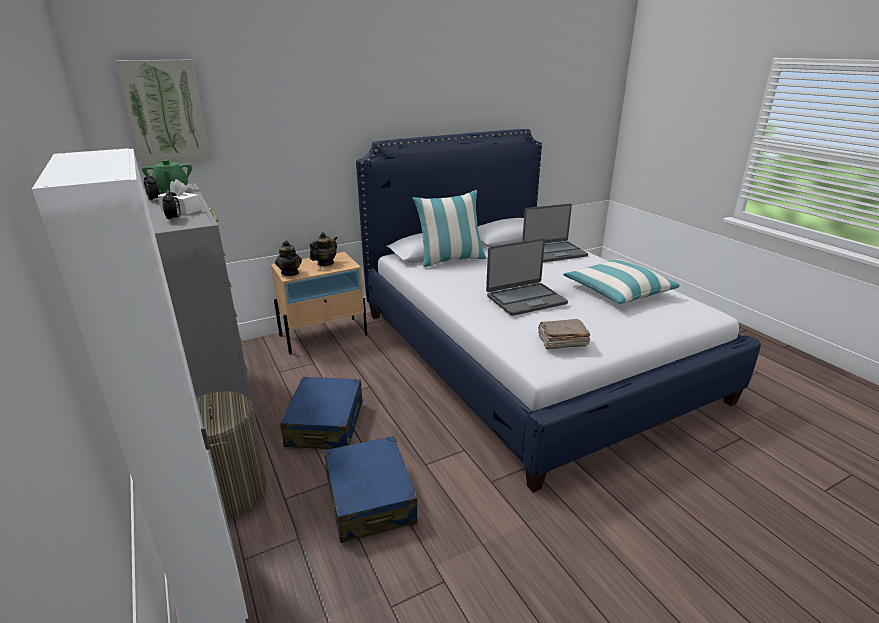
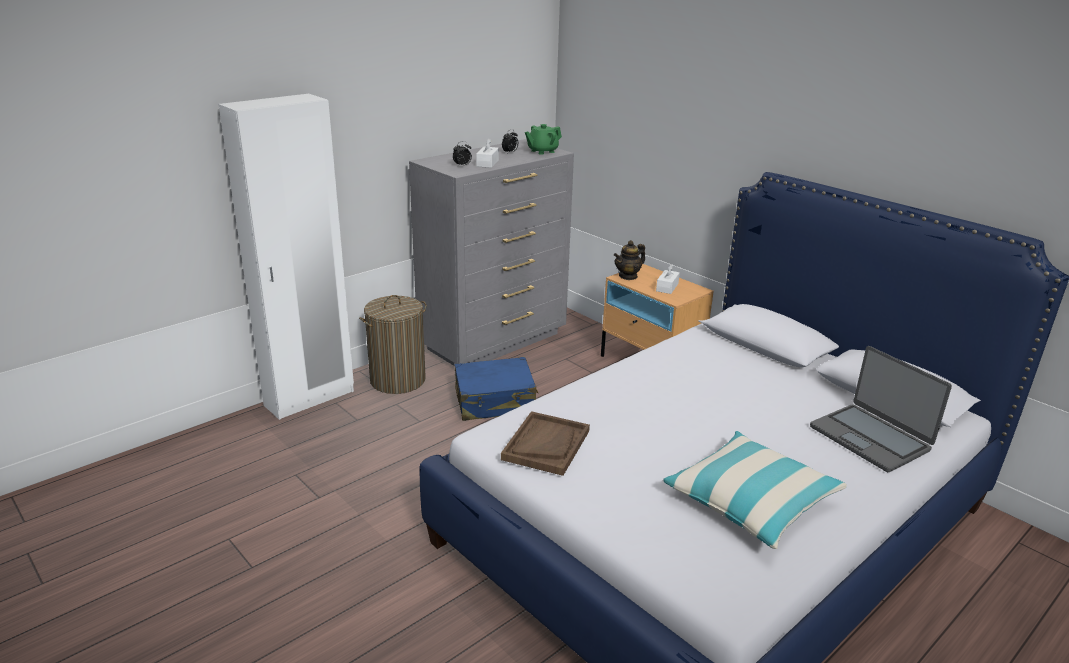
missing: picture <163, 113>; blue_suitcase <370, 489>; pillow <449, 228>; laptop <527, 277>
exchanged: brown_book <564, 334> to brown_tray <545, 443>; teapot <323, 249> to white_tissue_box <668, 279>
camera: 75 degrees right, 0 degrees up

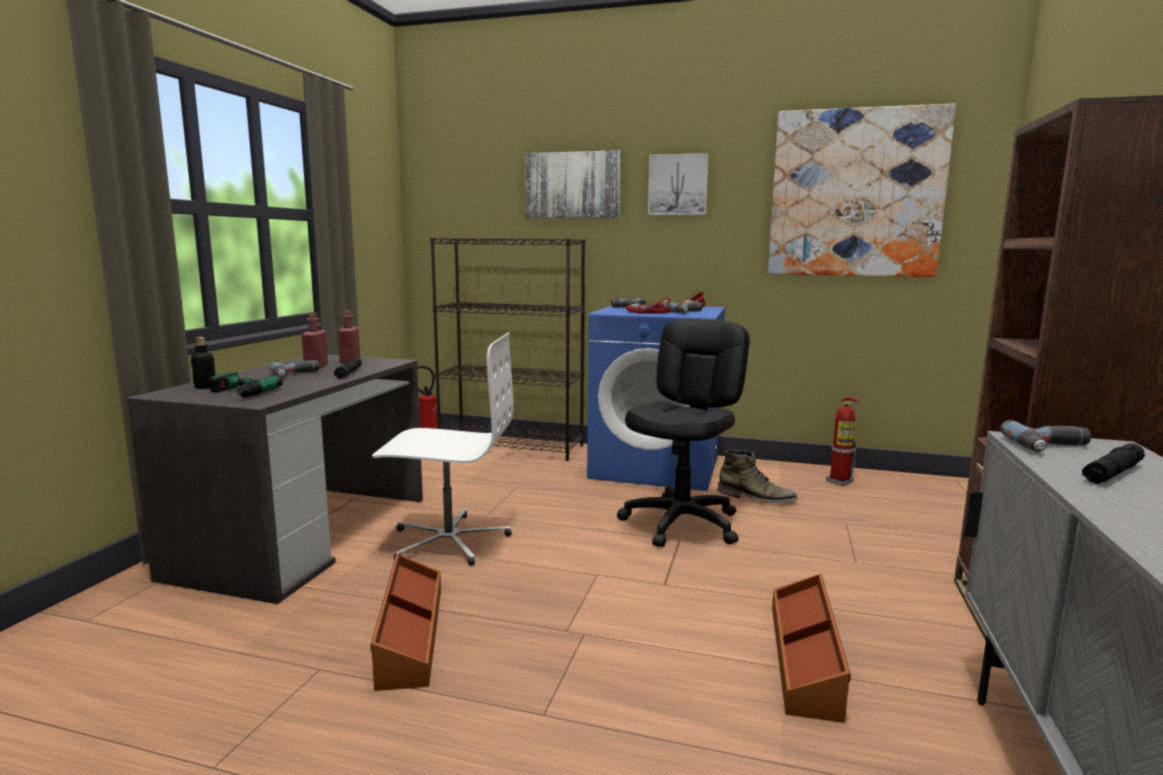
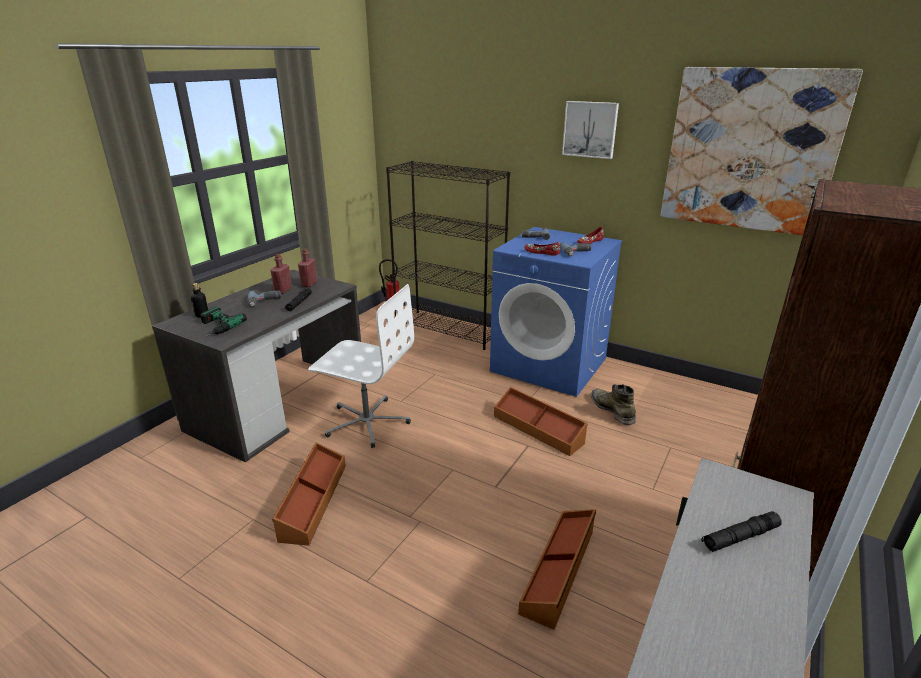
missing: picture <573, 184>; fire_extinguisher <843, 441>; power_drill <1045, 436>
exchanged: black_office_chair <683, 433> to brown_storage_box <541, 421>
spun: green_boot <757, 476> = <613, 404> 150 degrees counterclockwise
camera: 15 degrees right, 15 degrees up

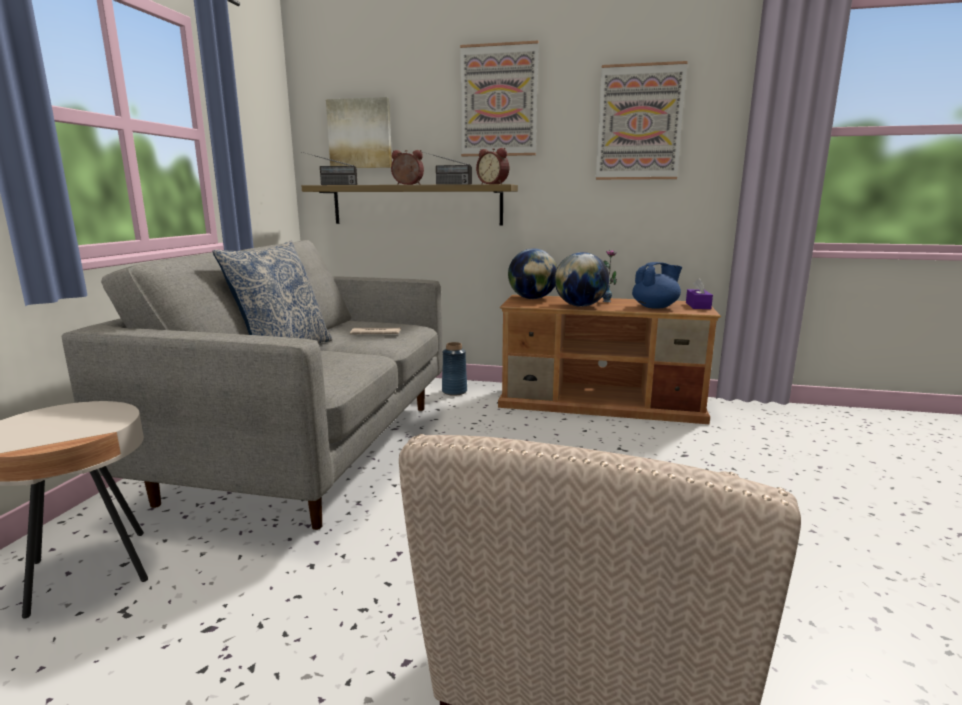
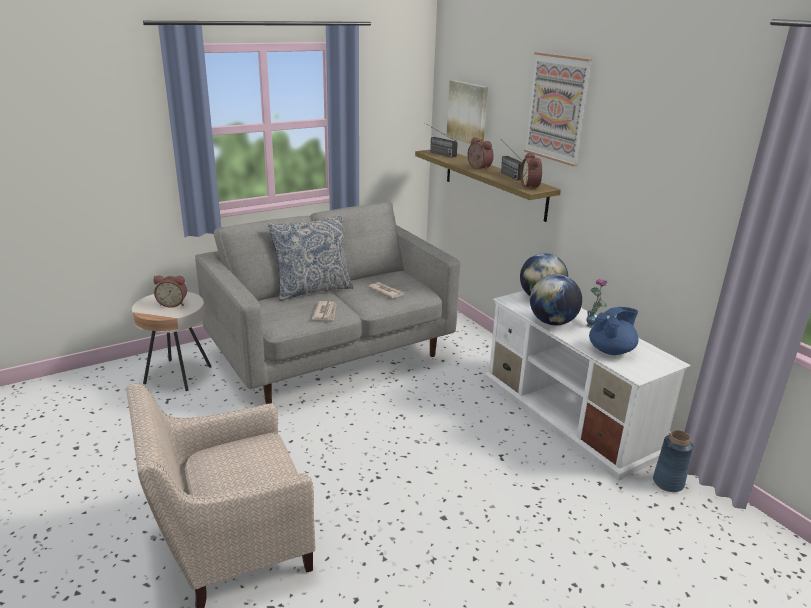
missing: picture <642, 120>; purple_tissue_box <699, 293>
appeared: alarm_clock <170, 292>; newspaper <324, 311>
relocated: blue_vase <454, 369> to <673, 461>
colour: brown_tv_stand <609, 359> to white_tv_stand <587, 386>
spun: blue_teapot <657, 285> = <614, 331> 60 degrees counterclockwise
camera: 45 degrees right, 10 degrees up

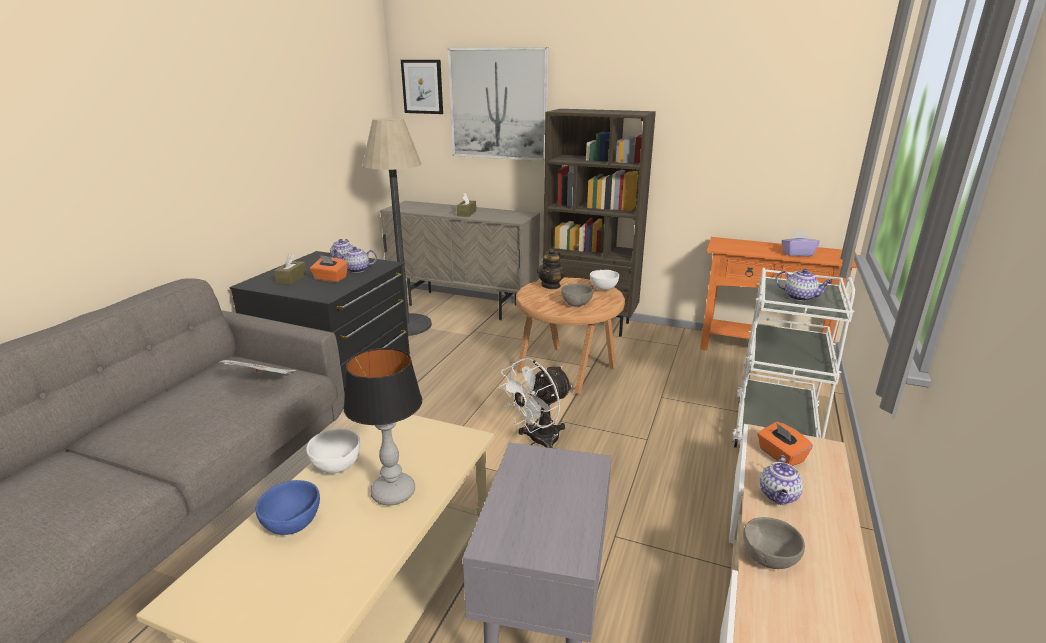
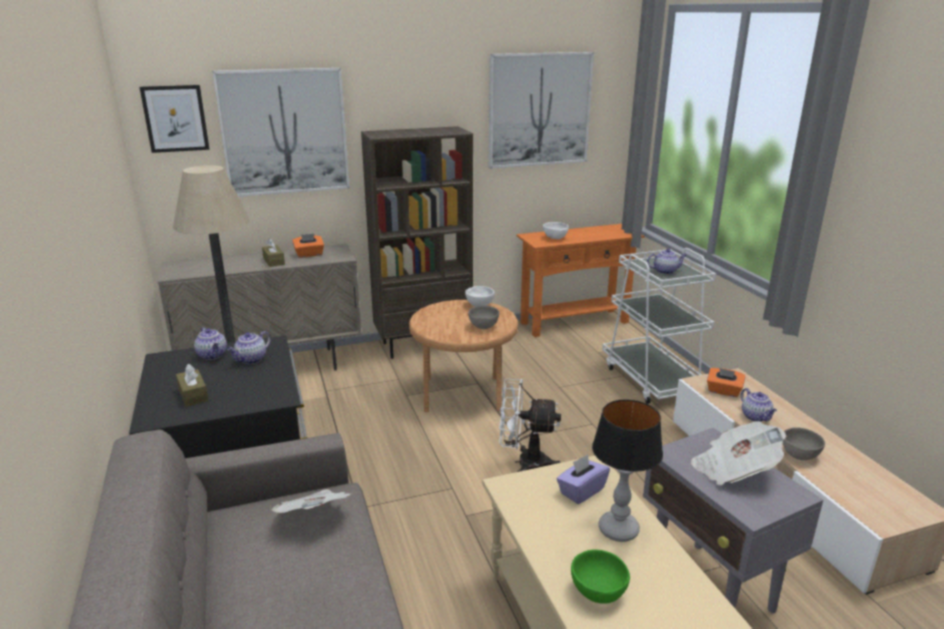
missing: teapot <551, 268>
appeared: picture <541, 110>; newspaper <739, 453>
relocated: orange_tissue_box <329, 268> to <308, 246>; white_bowl <333, 451> to <556, 230>; purple_tissue_box <801, 243> to <583, 479>
colour: blue_bowl <287, 507> to green_bowl <600, 576>
spun: white_fan <535, 403> = <530, 425> 90 degrees clockwise
camera: 40 degrees left, 0 degrees up

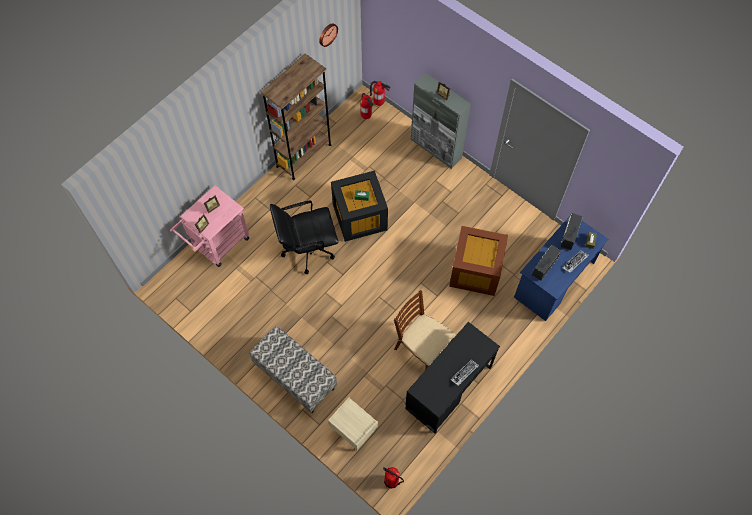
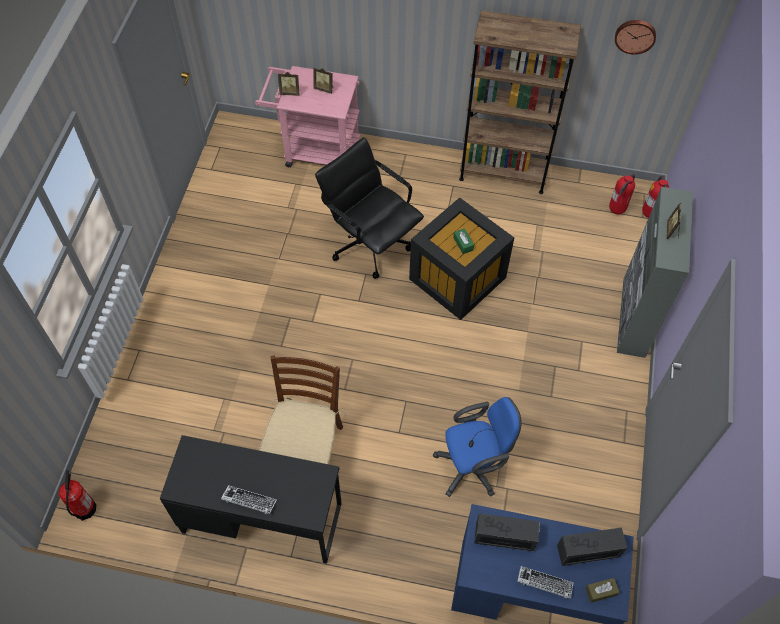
missing: bench <293, 369>; beige_nightstand <353, 424>
exchanged: brown_storage_box <478, 261> to blue_office_chair <477, 447>
camera: 60 degrees right, 5 degrees down

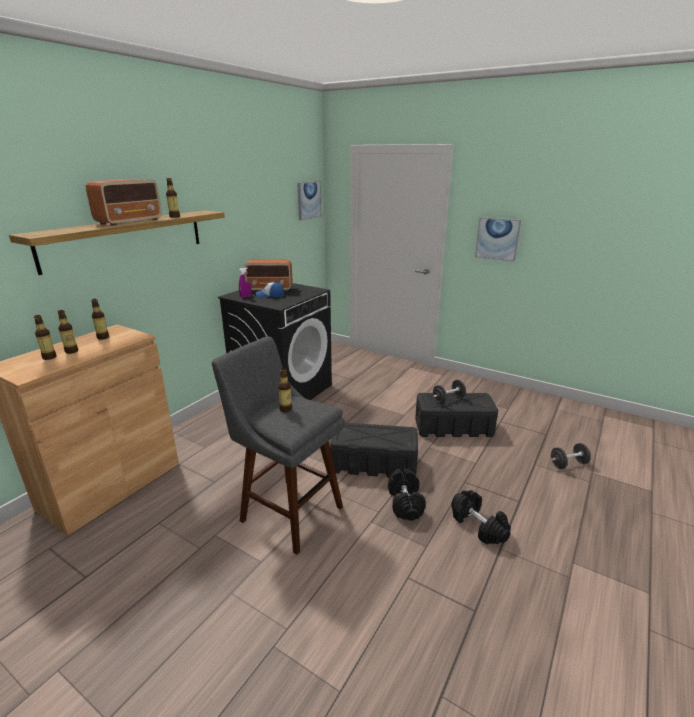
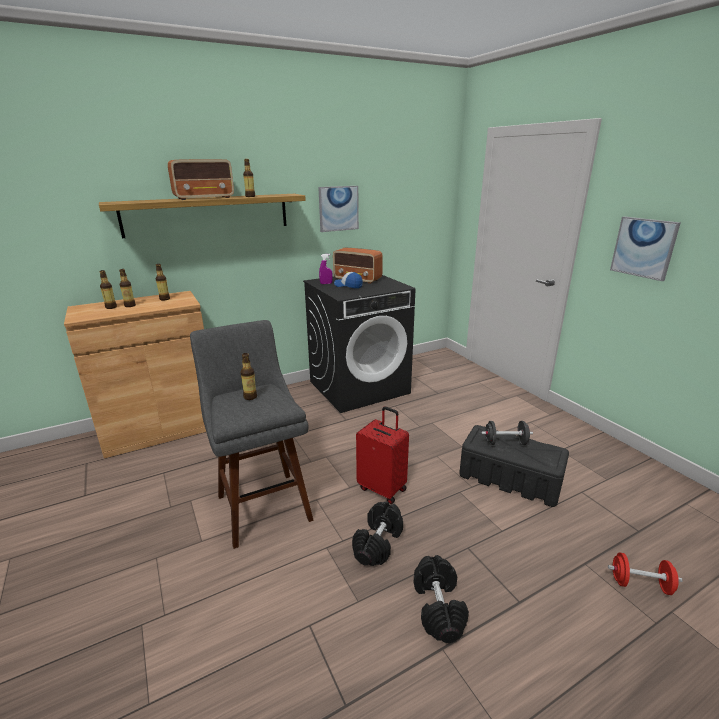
relocated: picture <309, 200> to <338, 209>
exchanged: black_storage_box <374, 450> to red_suitcase <382, 455>
colour: black_dumbbell <571, 456> to red_dumbbell <645, 574>
camera: 30 degrees right, 0 degrees up

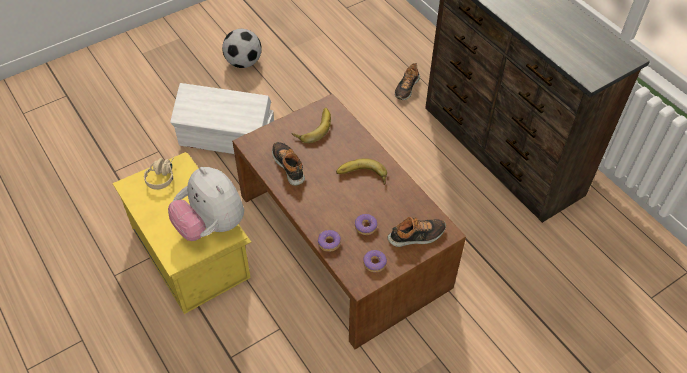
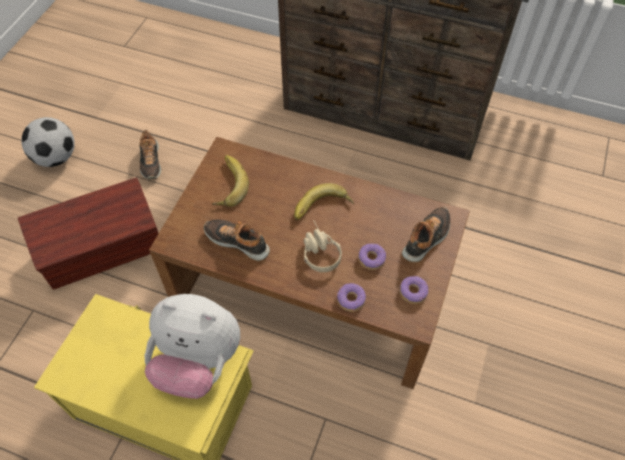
relocated: shoe <407, 81> to <150, 154>; beige_headphones <159, 172> to <323, 246>
colour: white_storage_box <222, 118> to brown_storage_box <88, 233>
camera: 35 degrees left, 5 degrees up

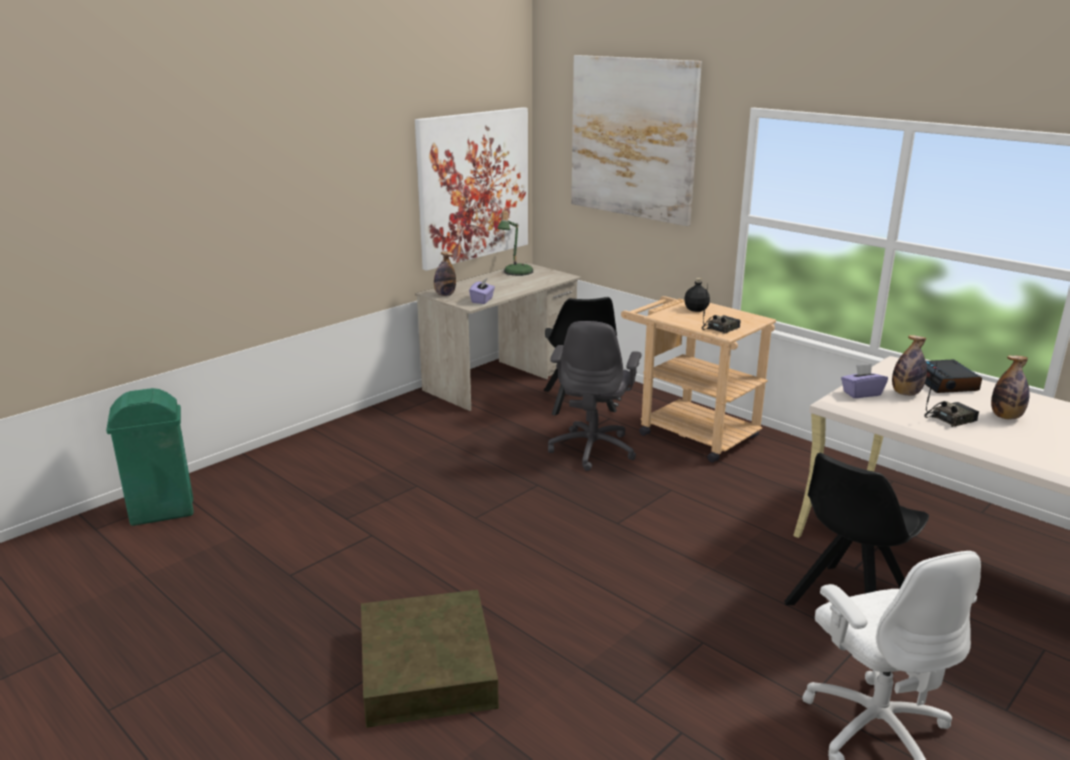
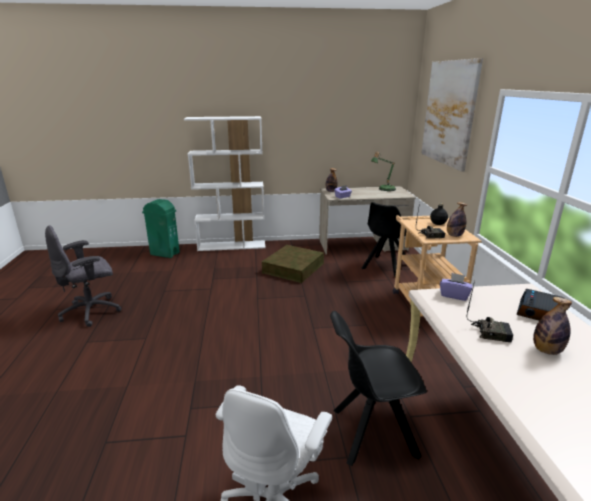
missing: picture <471, 189>
appeared: white_bookcase <225, 183>
relocated: grey_office_chair <595, 396> to <83, 276>; brown_storage_box <430, 659> to <293, 264>; bottle <909, 365> to <457, 219>
camera: 40 degrees right, 0 degrees up

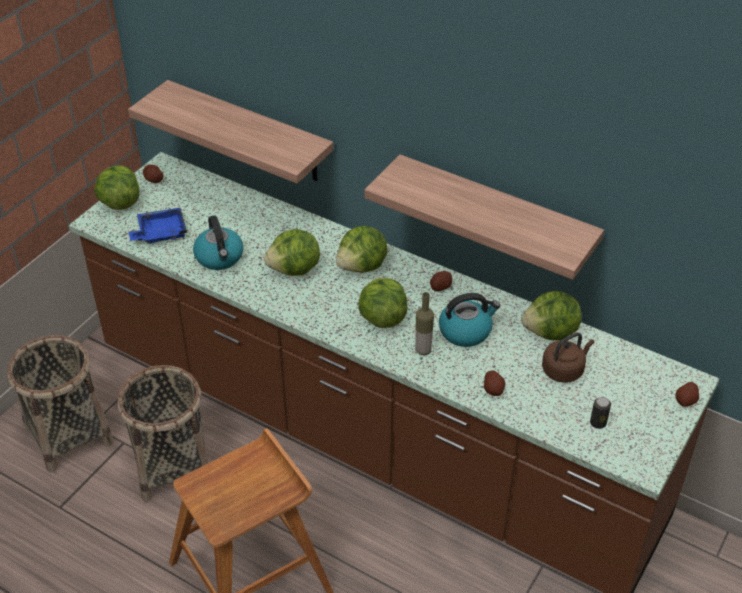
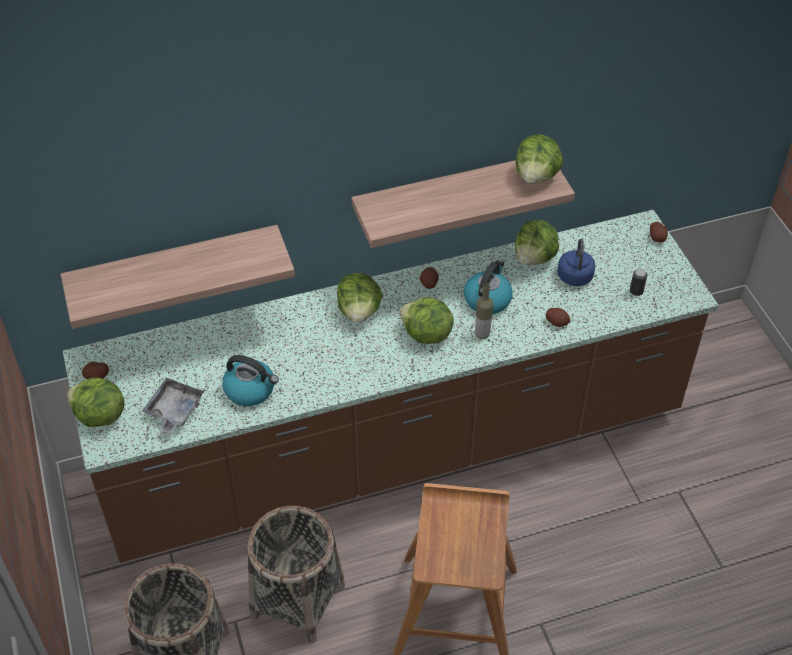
relocated: lettuce <292, 252> to <539, 159>
colour: blue_tray <158, 226> to grey_tray <173, 406>; brown_kettle <568, 357> to blue_kettle <576, 262>
camera: 50 degrees left, 5 degrees up

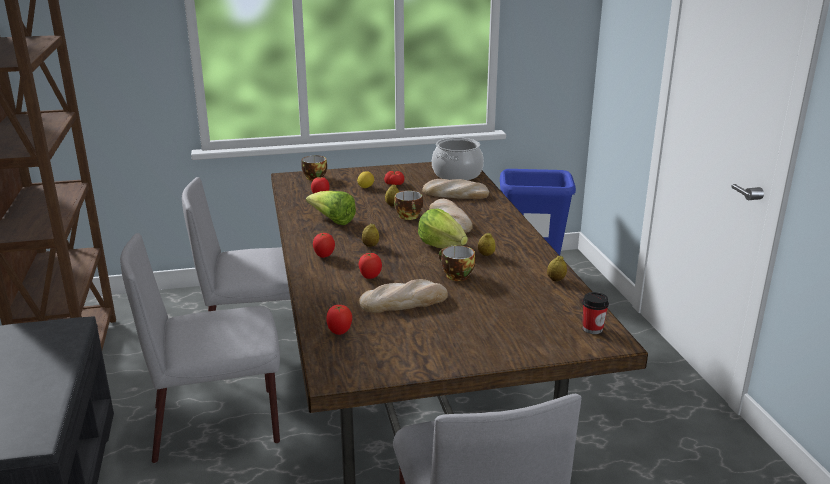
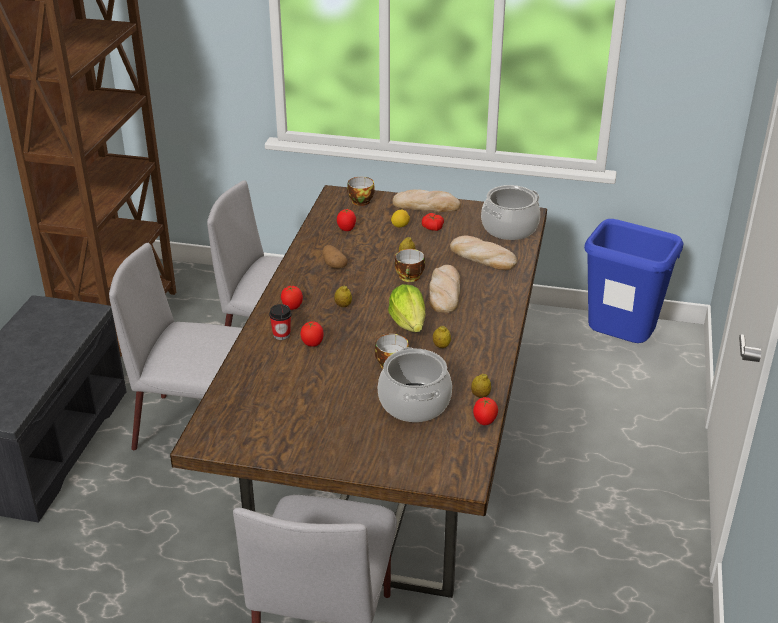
appeared: cooking_pot <415, 384>
relocated: cup <595, 313> to <280, 322>; bread <403, 296> to <427, 201>; tomato <339, 320> to <485, 411>
exchanged: lettuce <331, 208> to potato <335, 256>
camera: 25 degrees right, 10 degrees up

